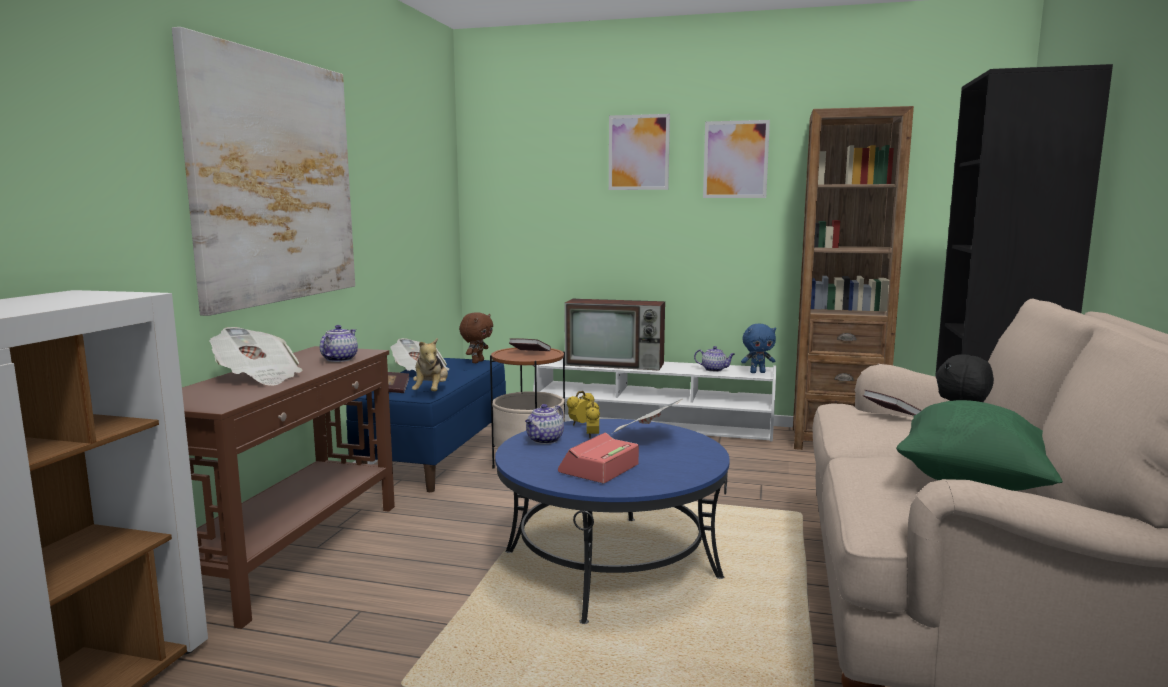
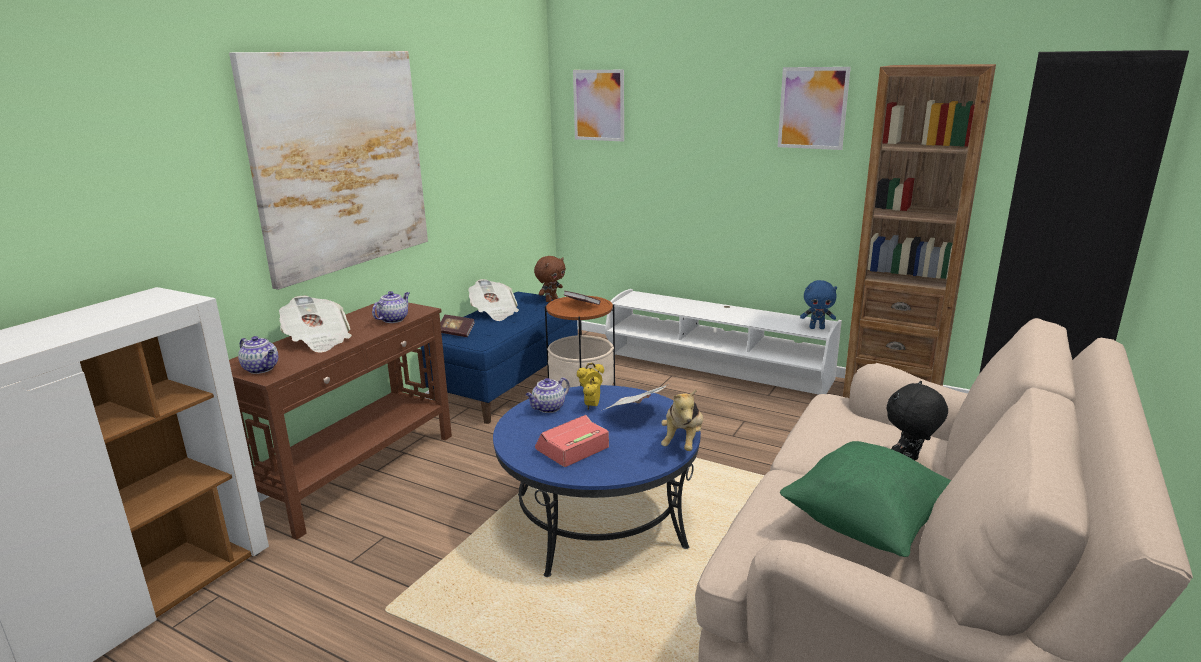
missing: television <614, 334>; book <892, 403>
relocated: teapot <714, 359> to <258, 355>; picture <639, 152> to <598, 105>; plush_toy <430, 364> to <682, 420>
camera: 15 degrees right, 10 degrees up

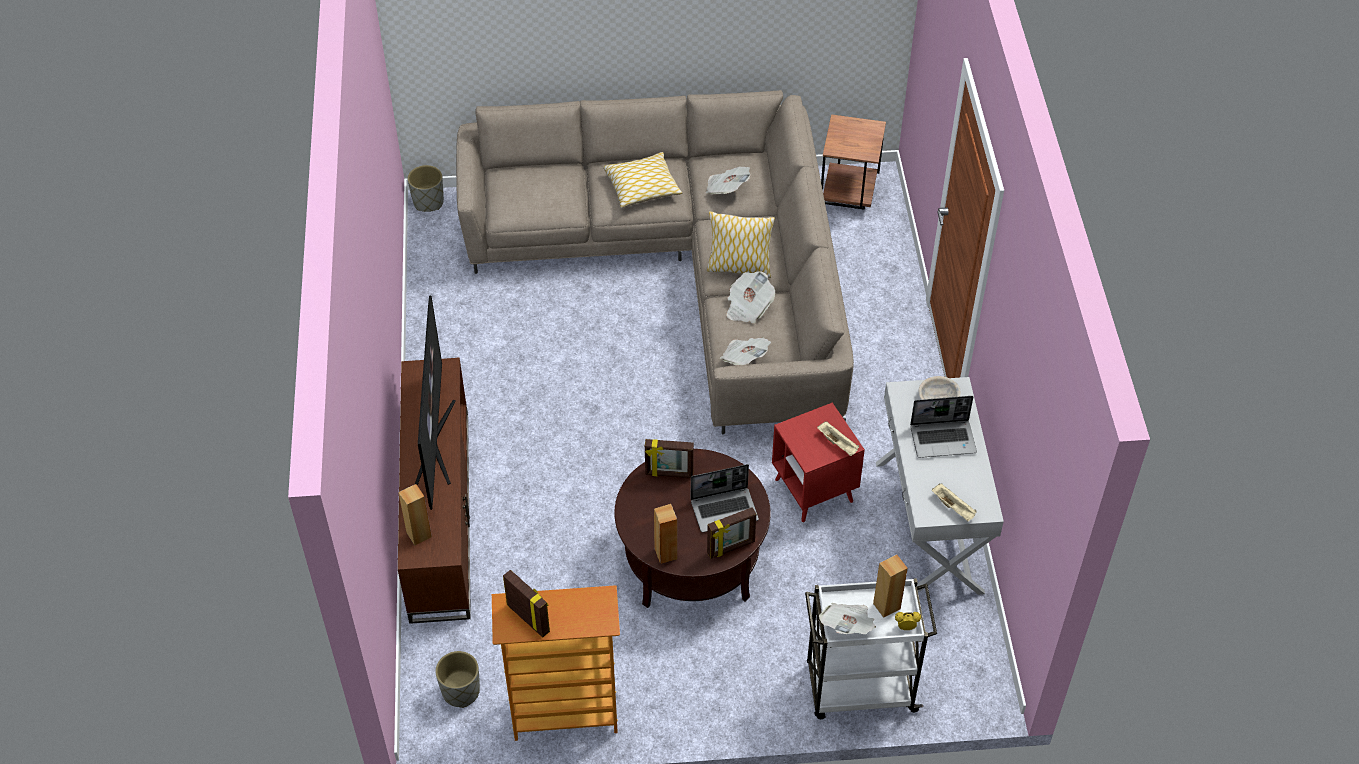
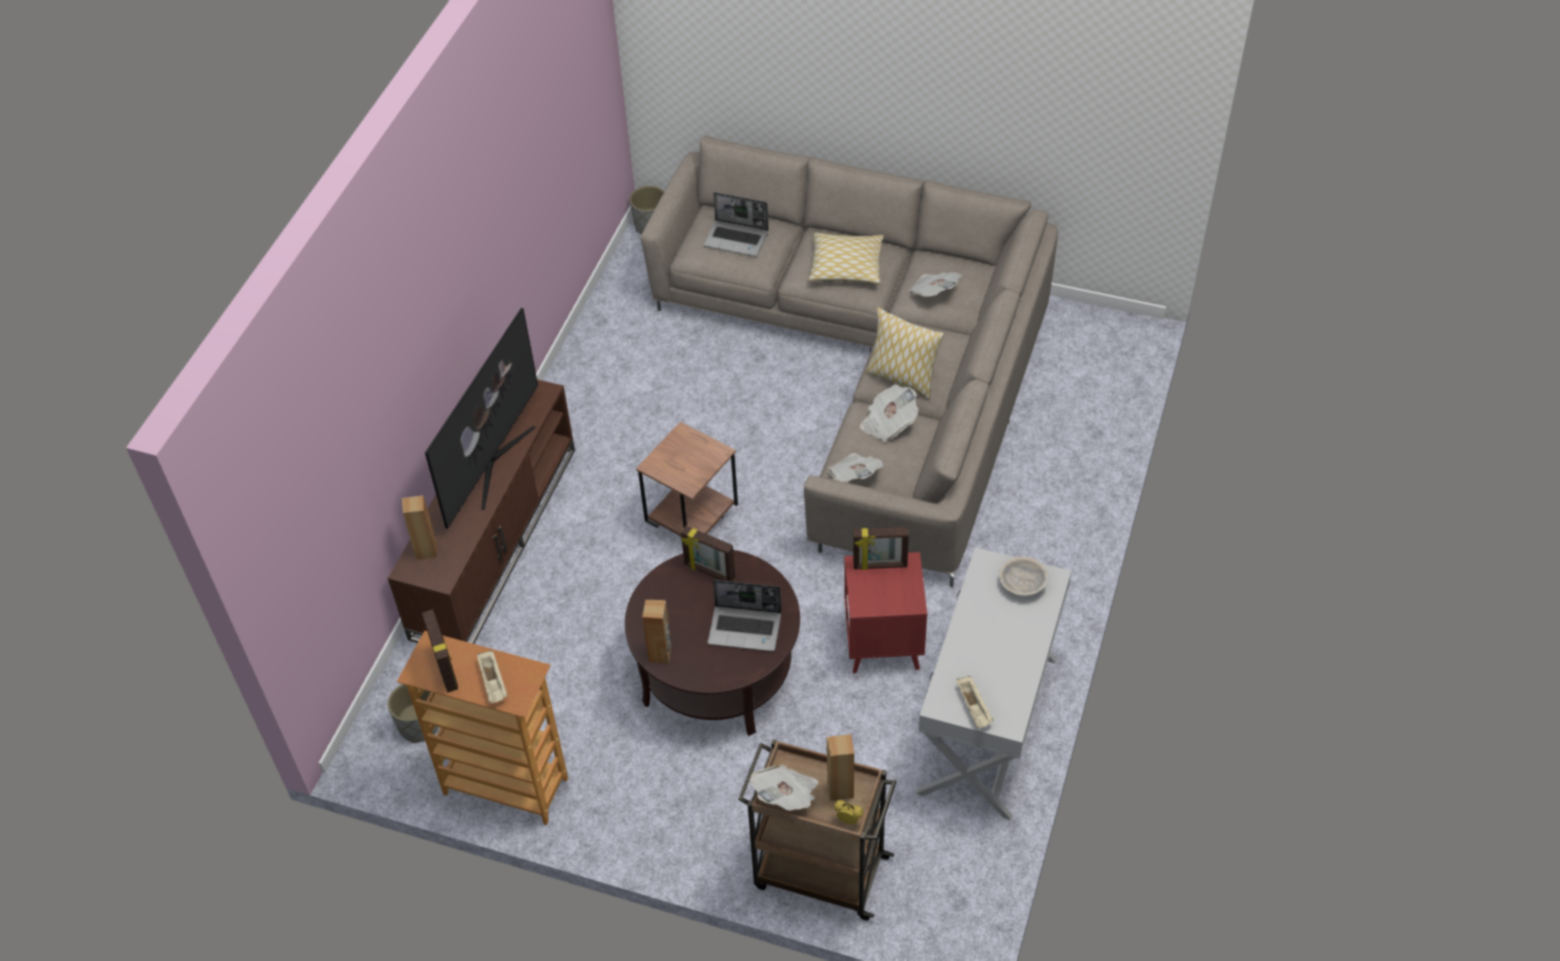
relocated: beige_tray <838, 438> to <492, 677>; brown_side_table <853, 162> to <687, 479>; laptop <943, 427> to <736, 224>; picture_frame <731, 533> to <881, 548>
colour: white_cart <871, 648> to brown_cart <817, 830>
camera: 25 degrees right, 0 degrees up

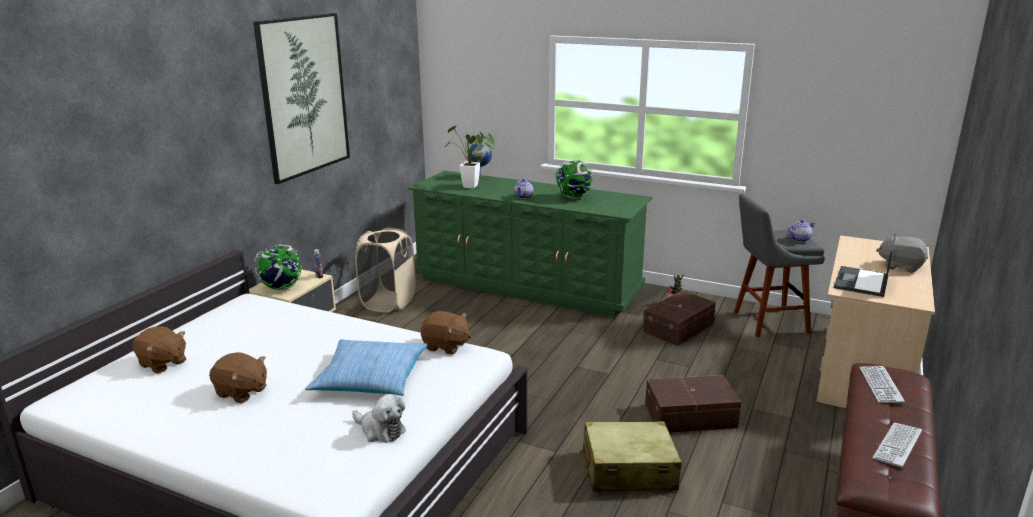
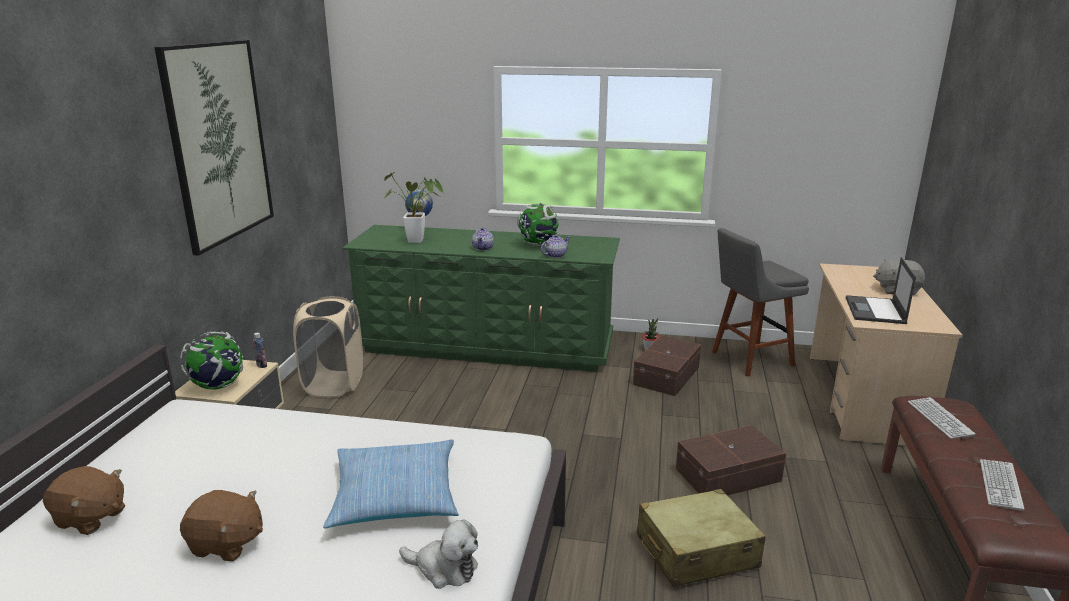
missing: brown_plush_toy <446, 333>
relocated: teapot <800, 231> to <555, 246>
camera: 15 degrees left, 0 degrees up

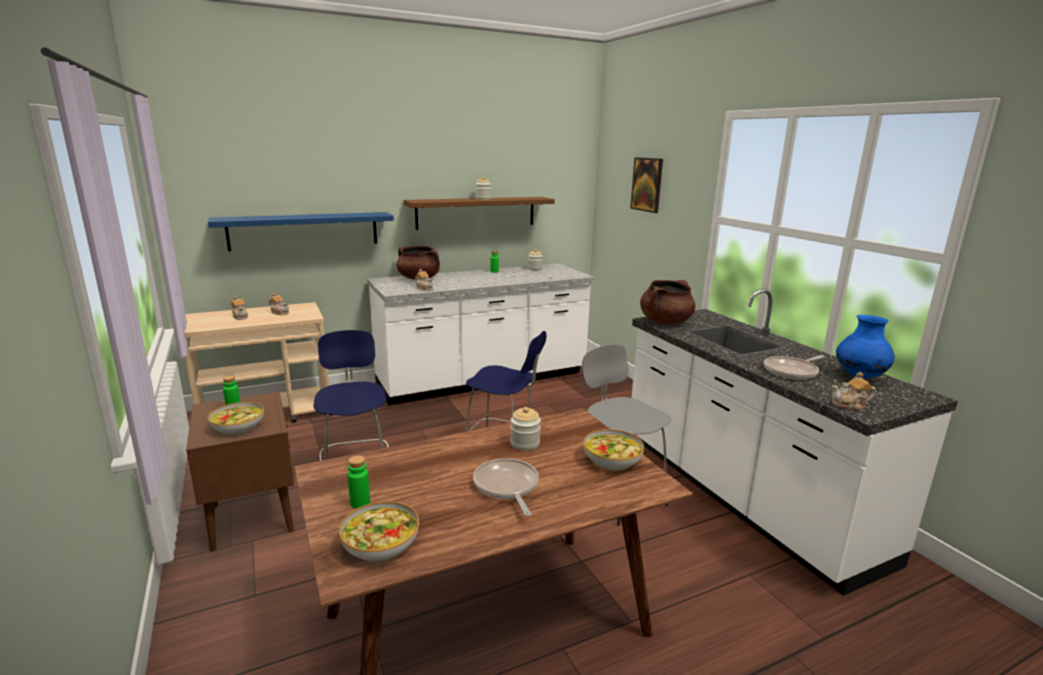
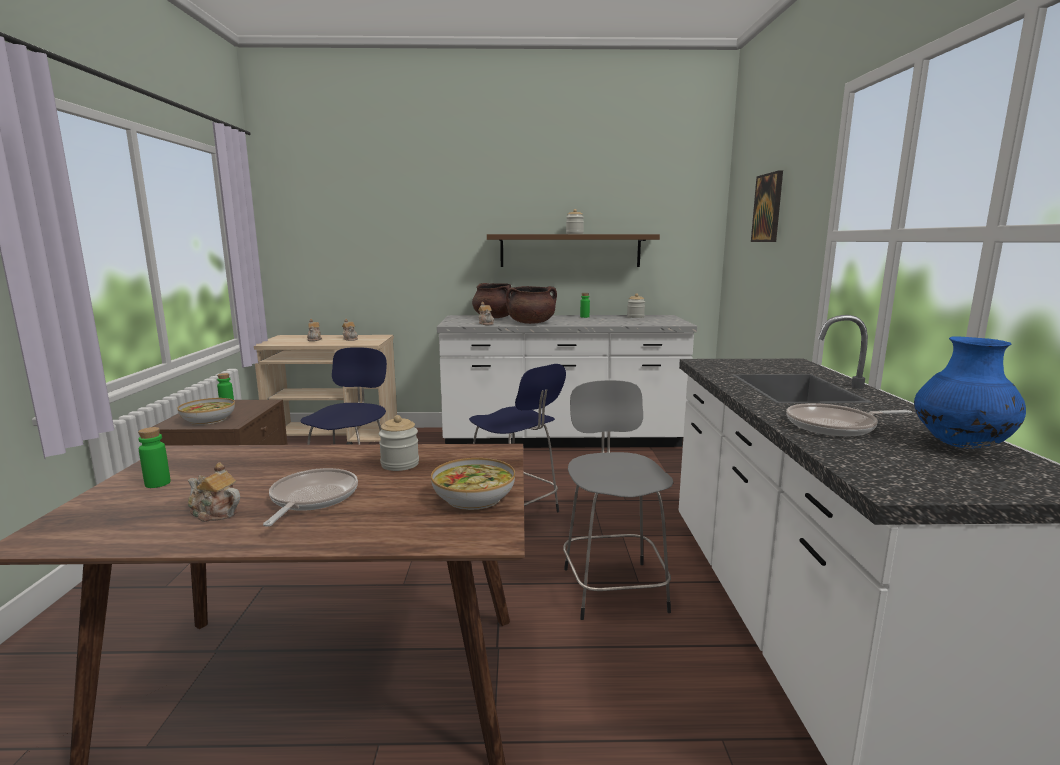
missing: blue_shelf <301, 231>; bowl <379, 531>
relocated: teapot <854, 391> to <214, 492>; brown_cooking_pot <667, 302> to <531, 305>
camera: 25 degrees right, 5 degrees down

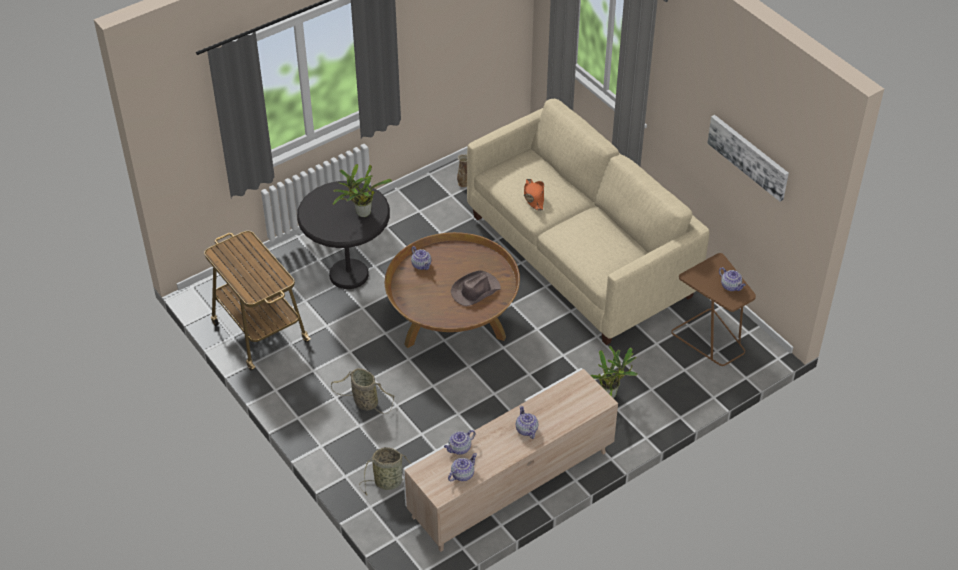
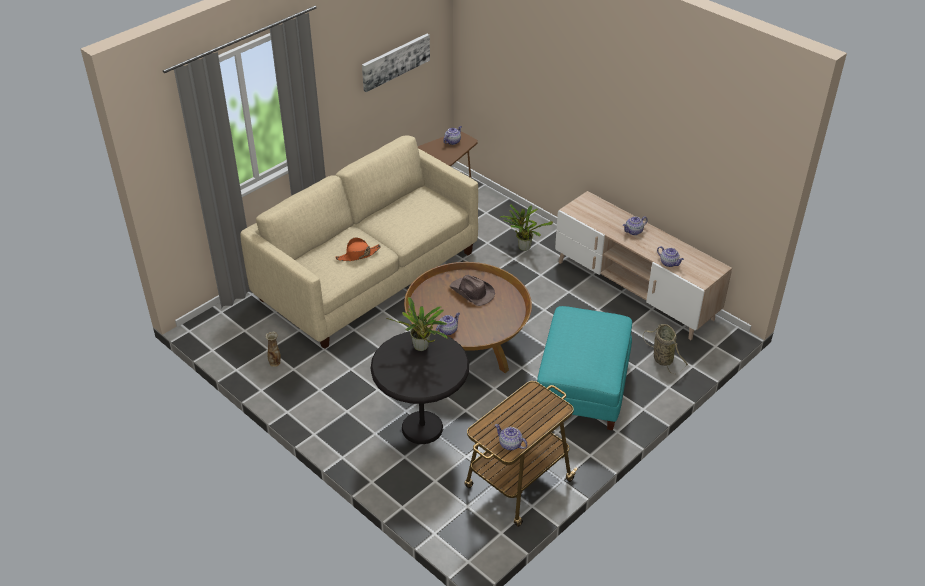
relocated: teapot <462, 467> to <511, 437>
exchanged: basket <362, 391> to turquoise_ottoman <584, 368>
camera: 100 degrees left, 5 degrees down

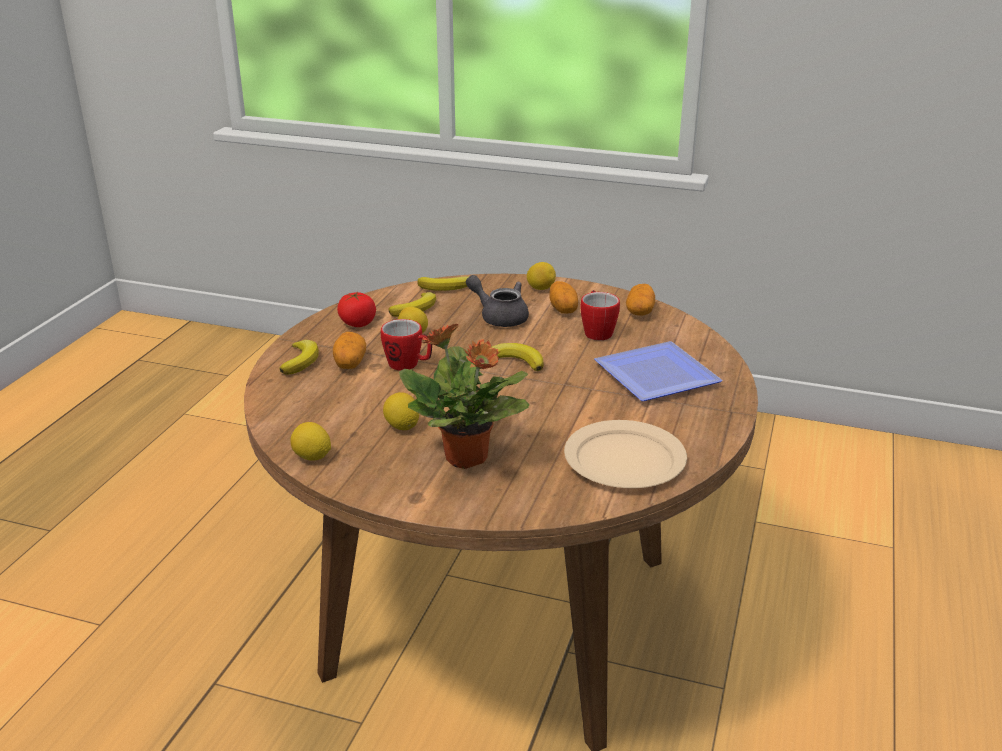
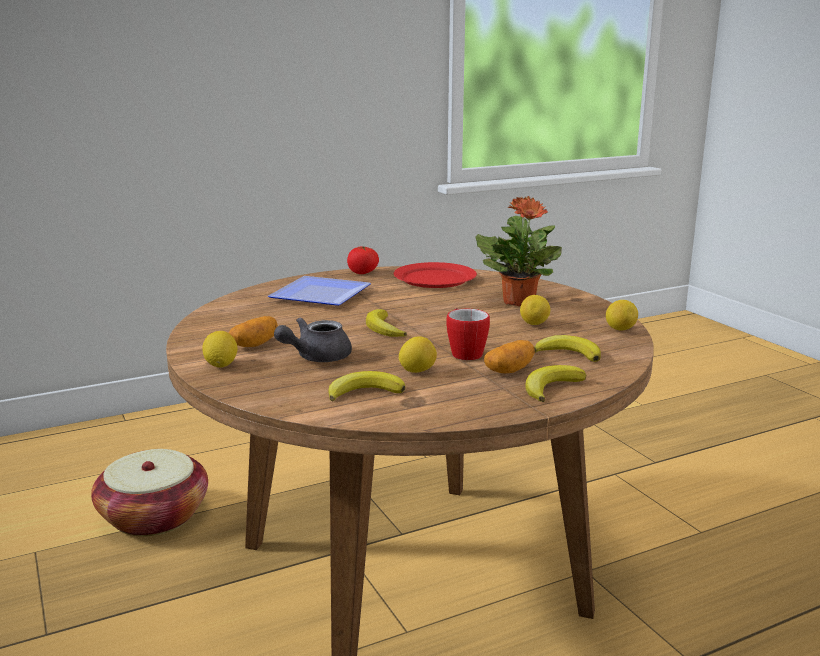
missing: mug <600, 315>; potato <640, 300>
appeared: basket <149, 493>
relocated: tomato <356, 309> to <363, 260>; banana <443, 284> to <567, 348>
colour: beige_plate <625, 454> to red_plate <435, 275>
spun: grey_teapot <497, 301> = <313, 339> 60 degrees clockwise
camera: 135 degrees left, 10 degrees down

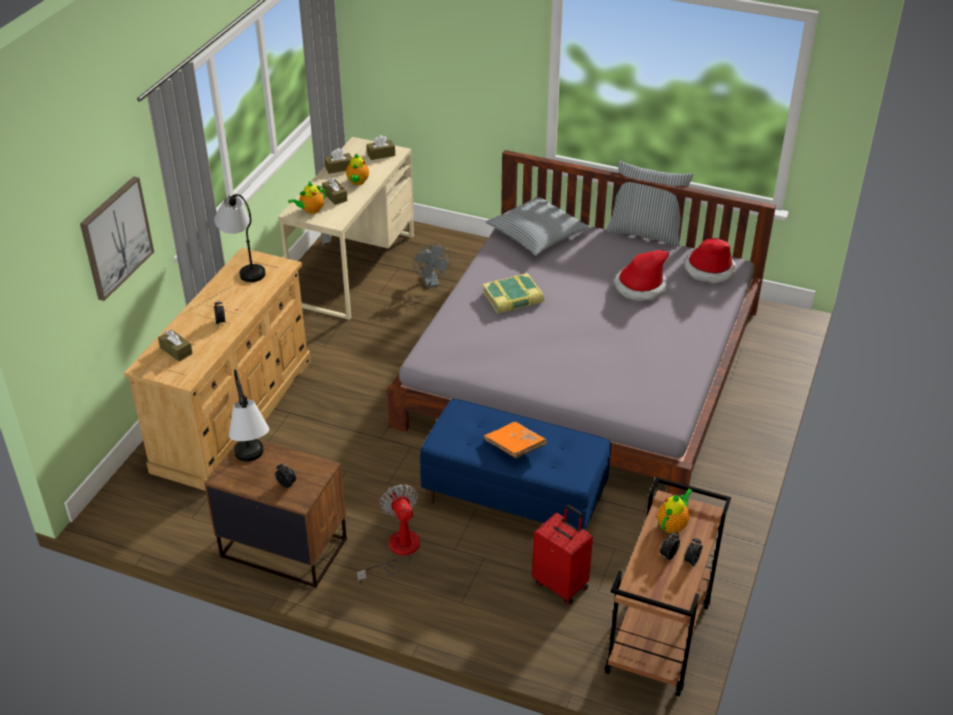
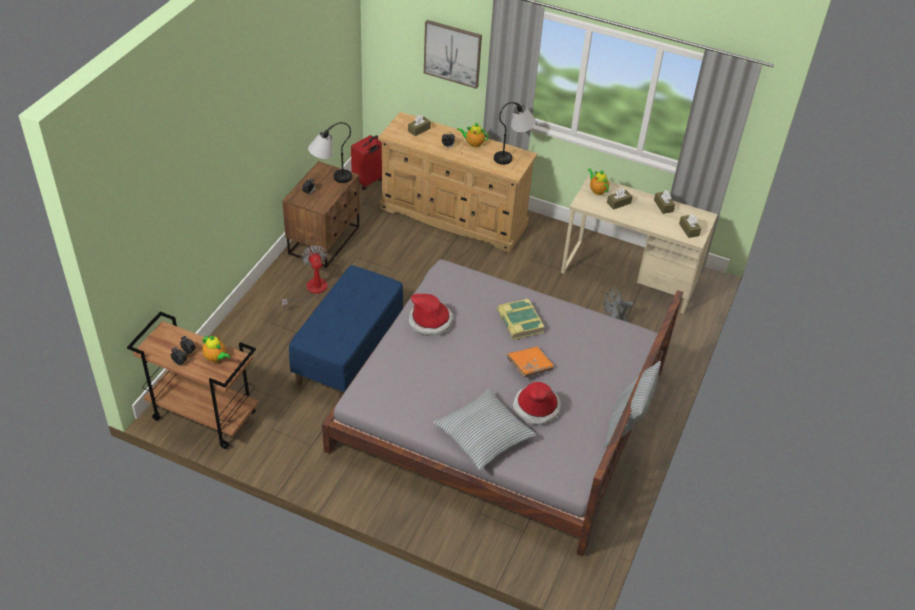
relocated: red_suitcase <562, 555> to <366, 162>; hat <710, 260> to <430, 315>; pillow <538, 226> to <484, 429>; teapot <357, 169> to <473, 135>; orange_book <515, 440> to <530, 362>
spun: fan <388, 534> = <305, 277> 90 degrees counterclockwise
camera: 90 degrees right, 5 degrees up

